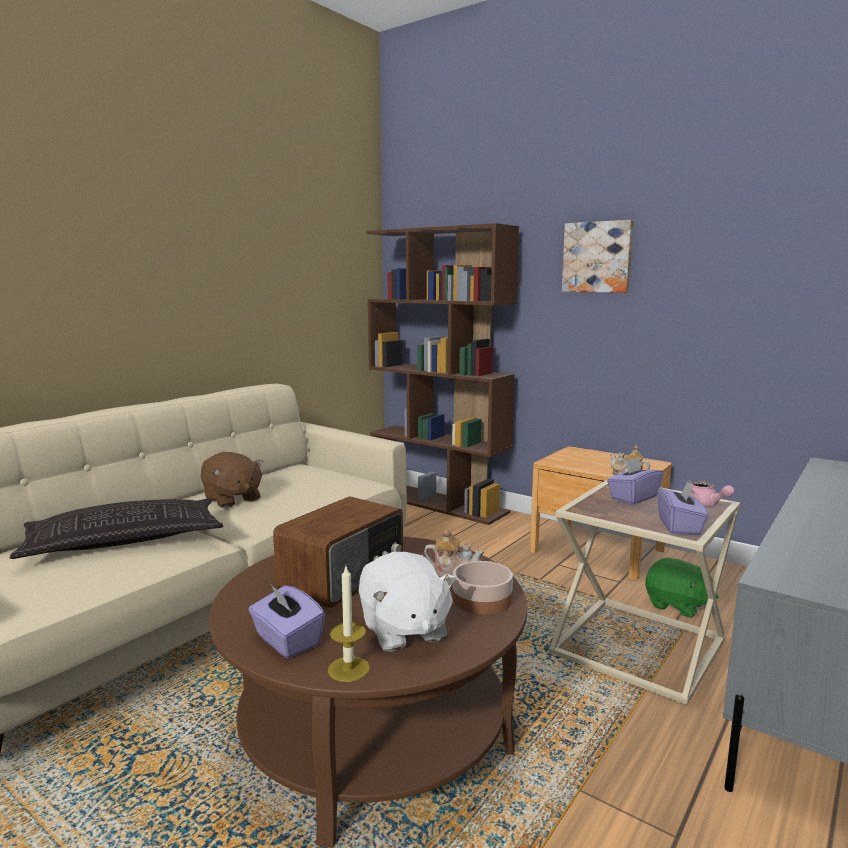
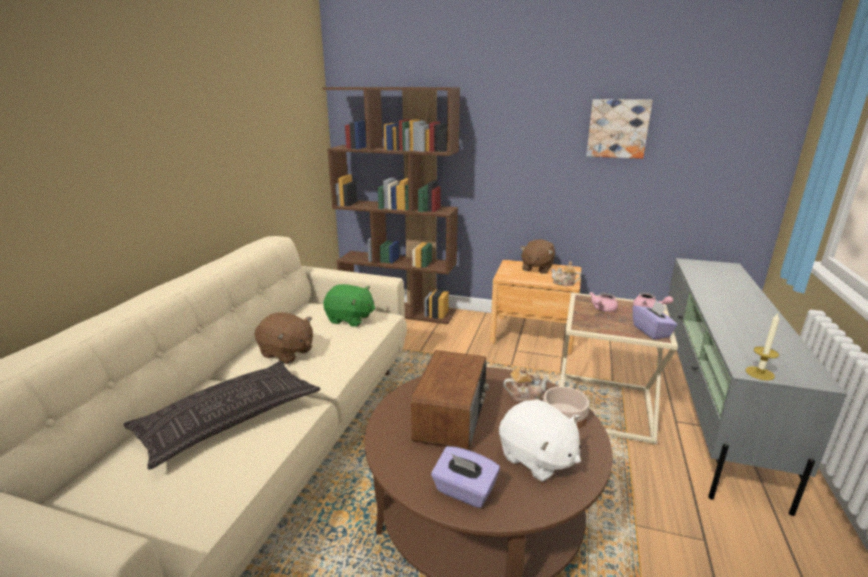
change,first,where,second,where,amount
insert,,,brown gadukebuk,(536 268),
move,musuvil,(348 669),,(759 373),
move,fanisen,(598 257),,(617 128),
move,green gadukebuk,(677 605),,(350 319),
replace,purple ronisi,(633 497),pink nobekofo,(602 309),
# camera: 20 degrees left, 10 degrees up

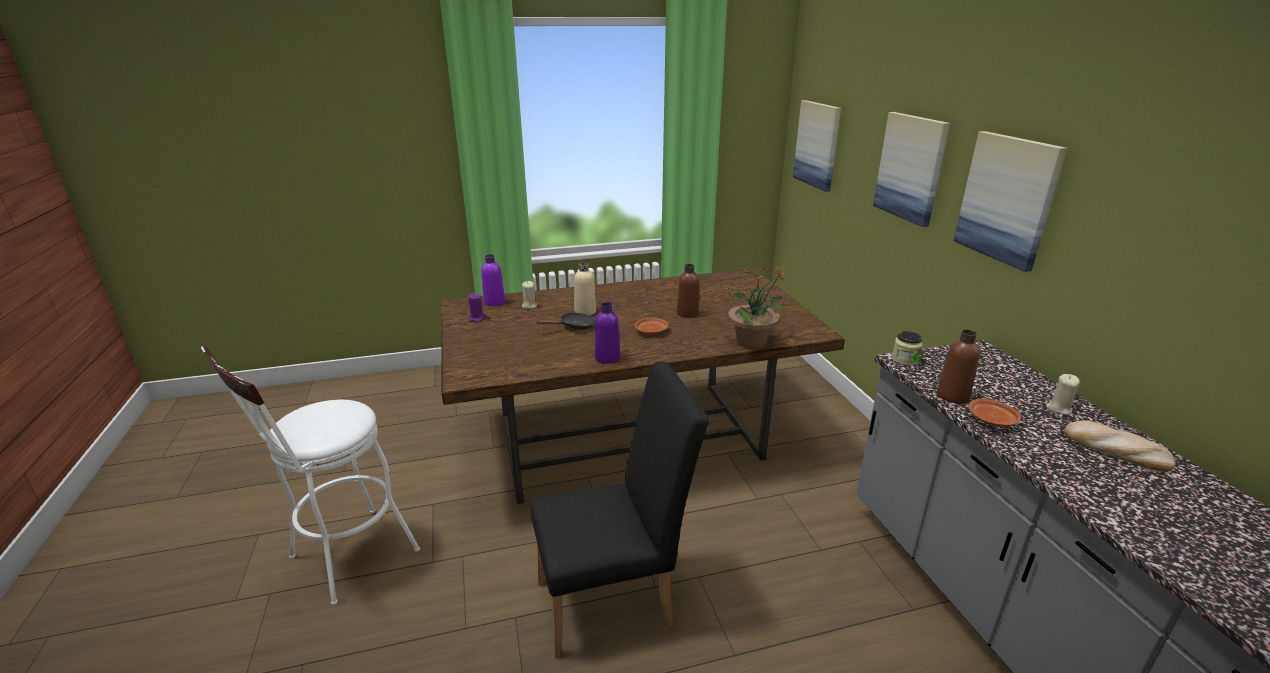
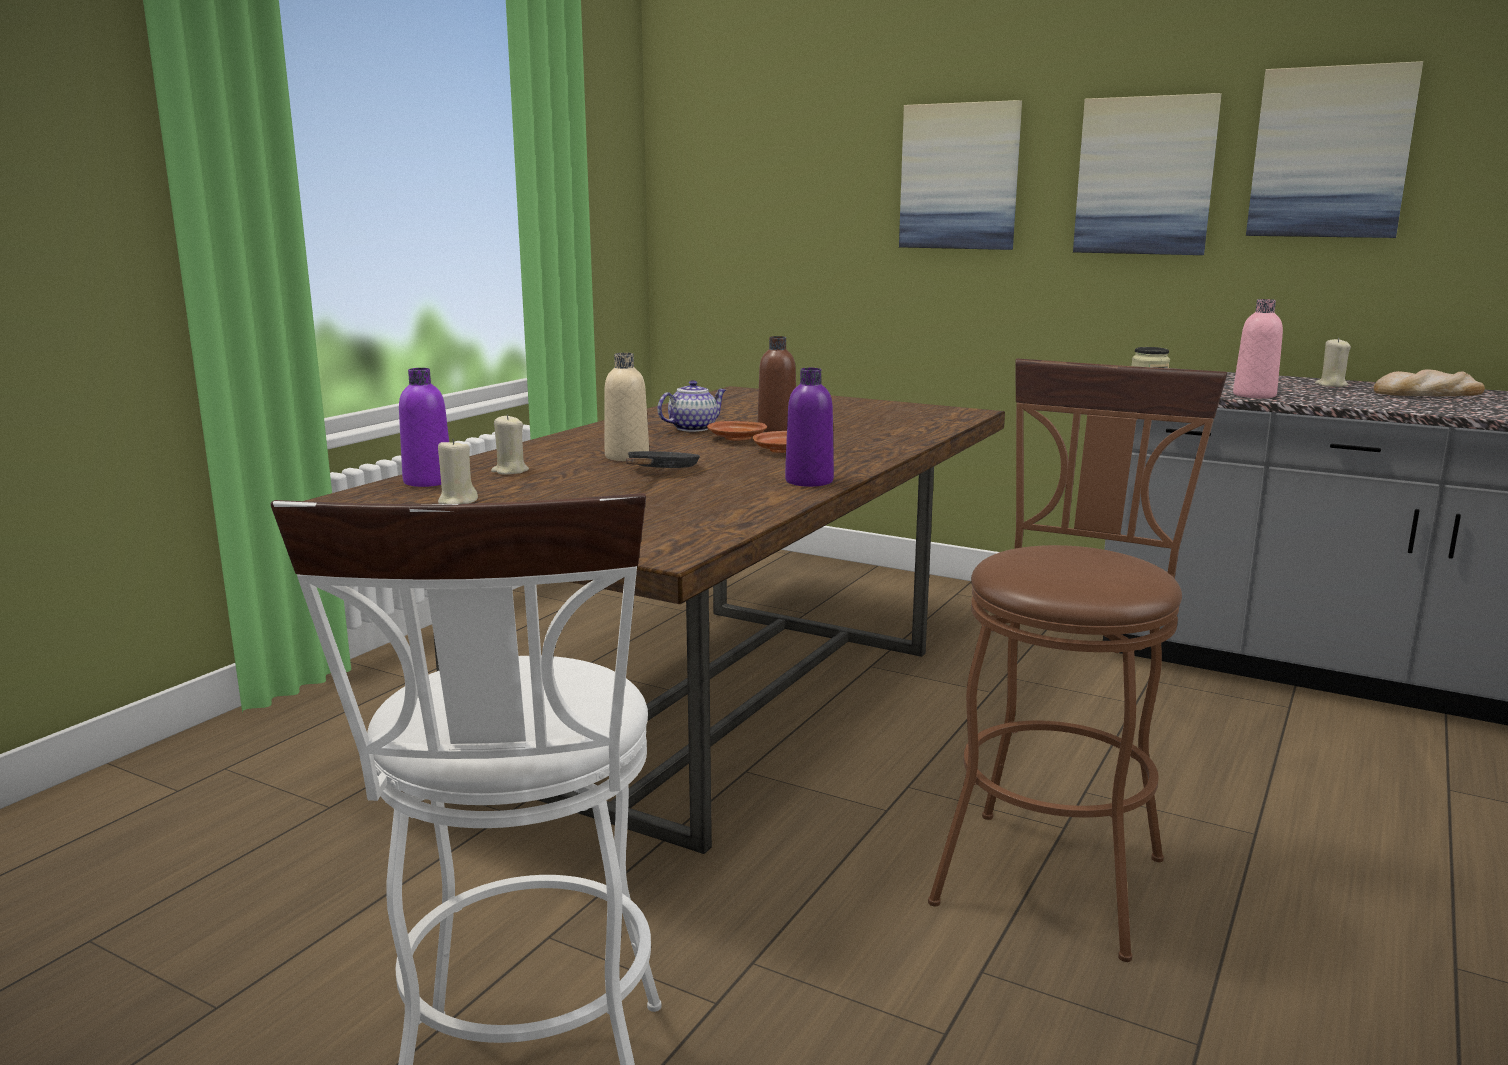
change,first,where,second,where,amount
delete,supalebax,(752 340),,,
insert,,,nobekofo,(693 428),
move,fanisen,(817 144),,(1330 153),
move,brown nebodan,(992 420),,(738 439),
replace,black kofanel,(615 600),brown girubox,(1053 868),
recolor,purple musuvil,(477 318),beige musuvil,(457 501),
recolor,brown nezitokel,(952 396),pink nezitokel,(1254 395),
# camera: 45 degrees left, 10 degrees down

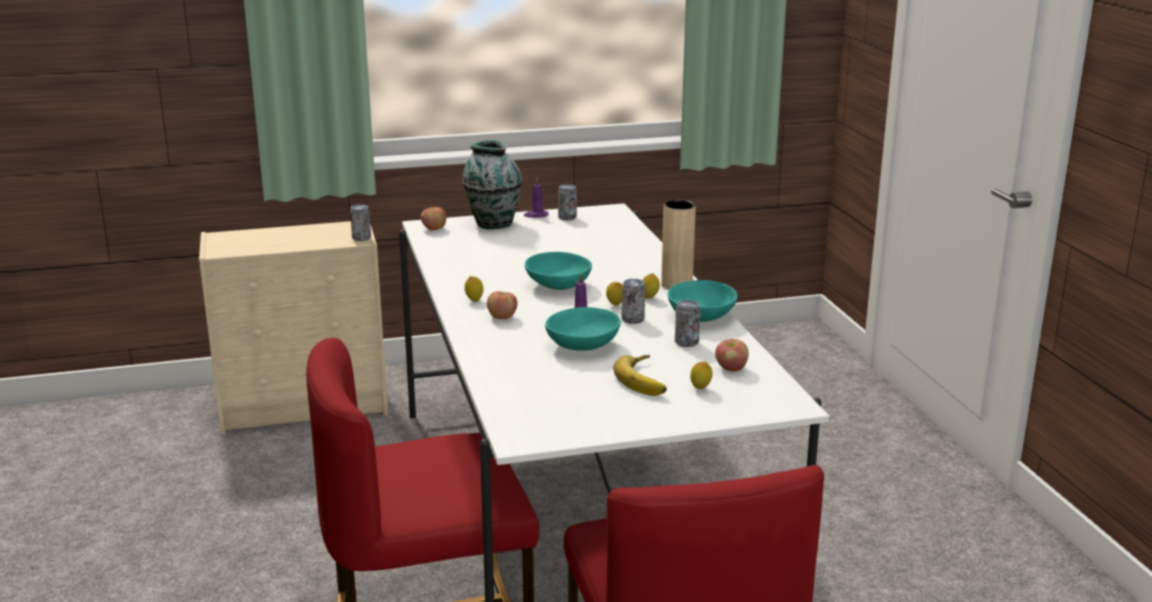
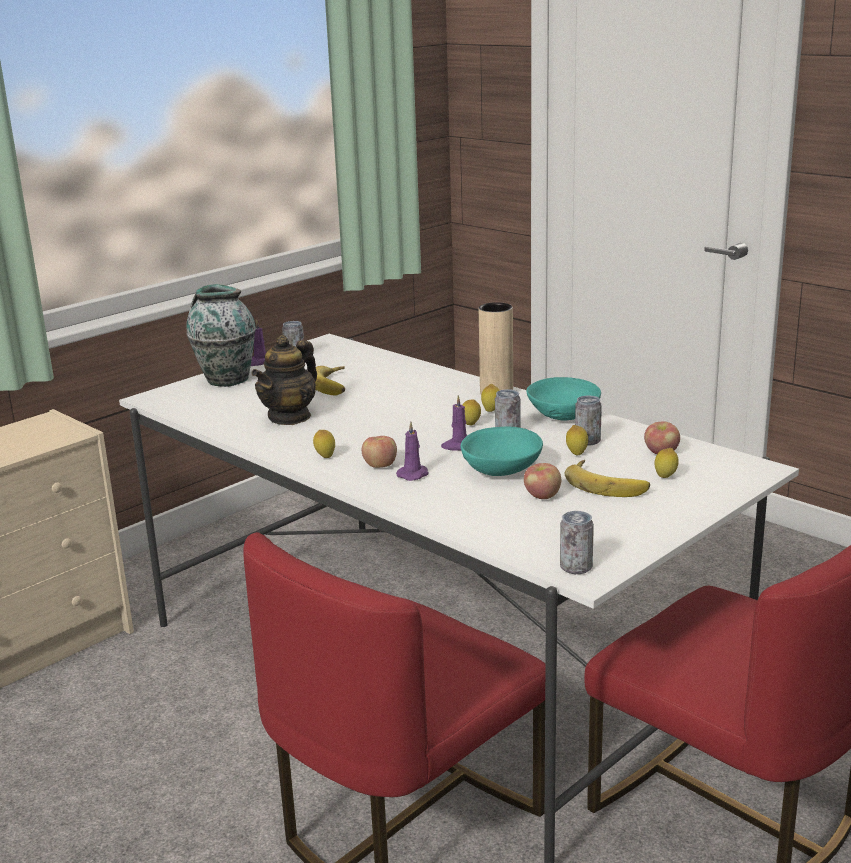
change,first,where,second,where,amount
delete,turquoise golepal,(559 285),,,
insert,,,nobekofo,(289 417),
insert,,,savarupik,(335 385),
insert,,,purple musuvil,(414 474),
insert,,,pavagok,(576 454),
move,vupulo,(361 238),,(576 567),
move,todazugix,(434 229),,(542 496),
# camera: 30 degrees left, 0 degrees up

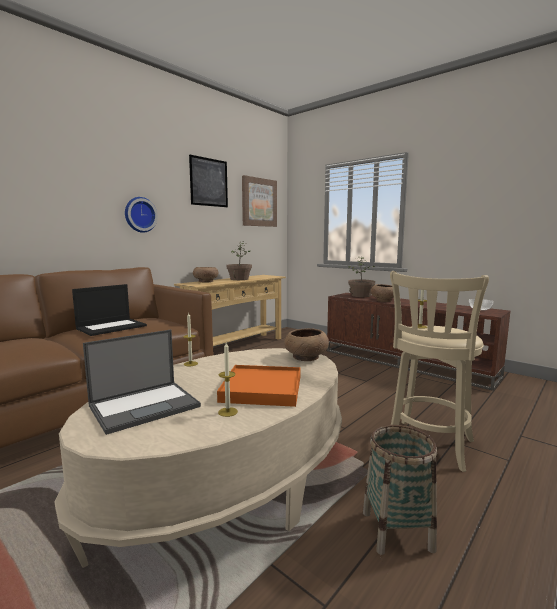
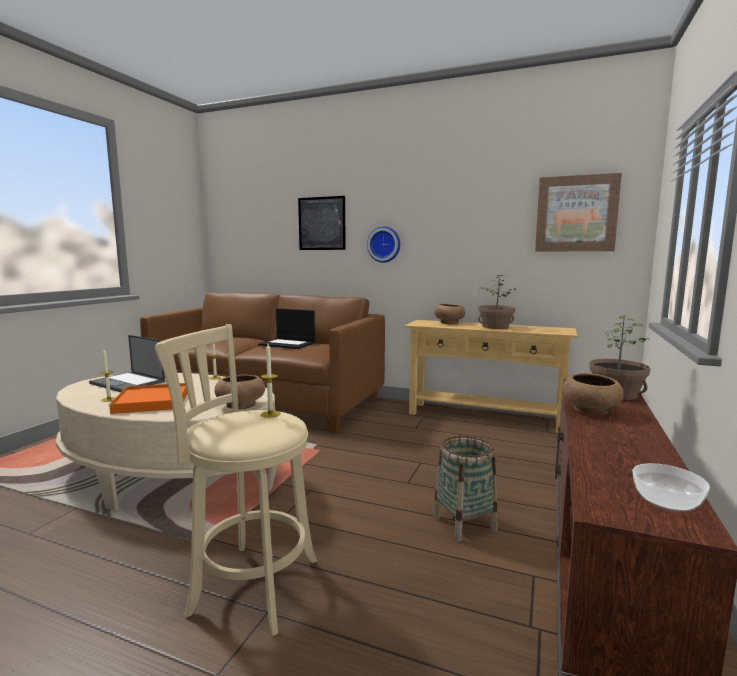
change,first,where,second,where,amount
move,fanisen,(209 182),,(321 223),
move,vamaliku,(397 530),,(464 523),
# camera: 70 degrees right, 0 degrees up

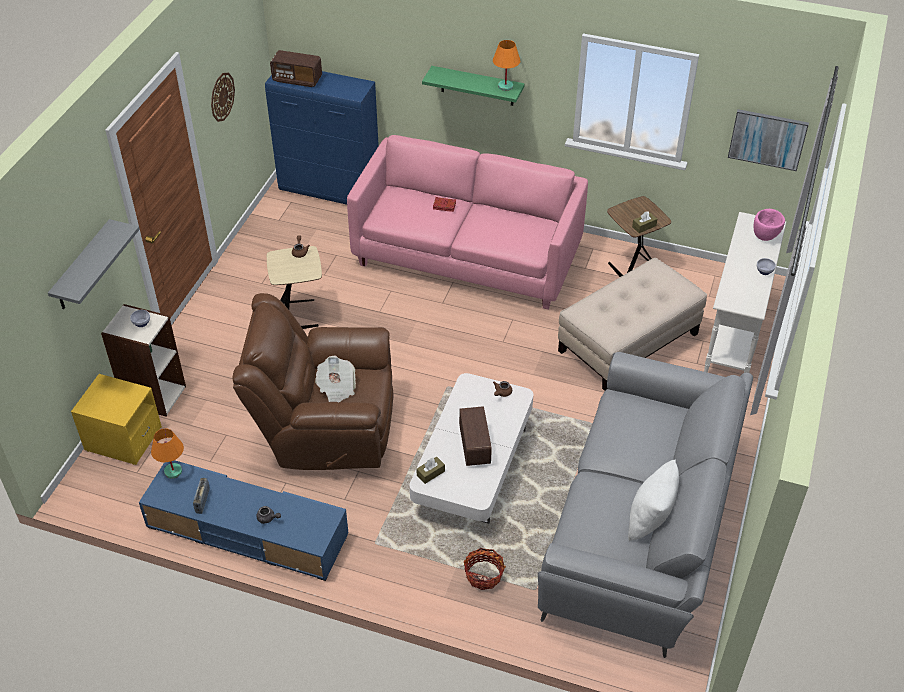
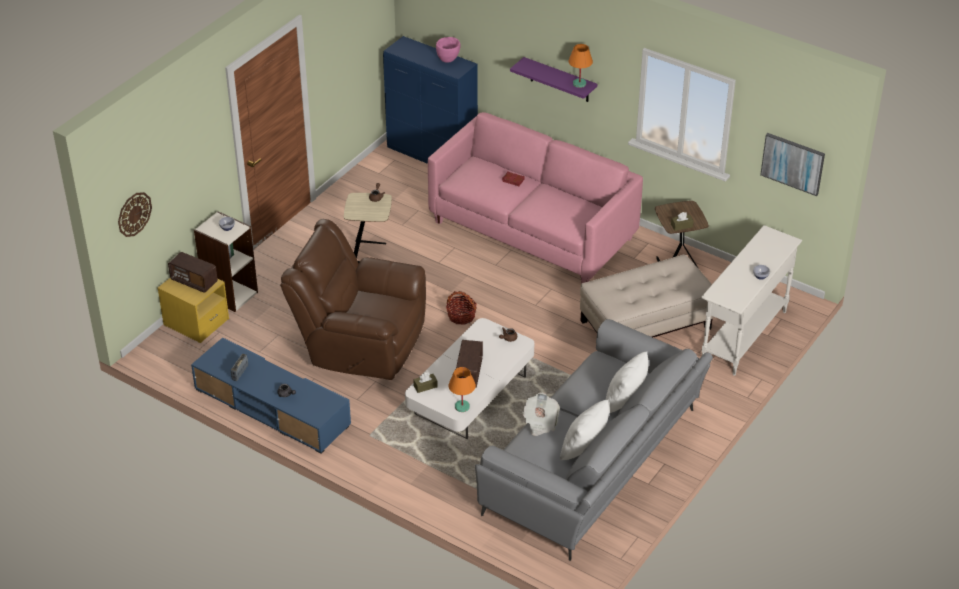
change,first,where,second,where,amount
delete,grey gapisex,(83 267),,,
insert,,,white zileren,(625 401),
move,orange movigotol,(172 471),,(462 406),
move,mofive,(222 96),,(134 214),
move,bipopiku,(297 79),,(194 281),
move,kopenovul,(336 388),,(540 422),
move,vamaliku,(483 575),,(461 316),
move,pink golepal,(765 236),,(448 60),
recolor,green gapisex,(477 86),purple gapisex,(559 80),
# camera: 15 degrees right, 5 degrees down

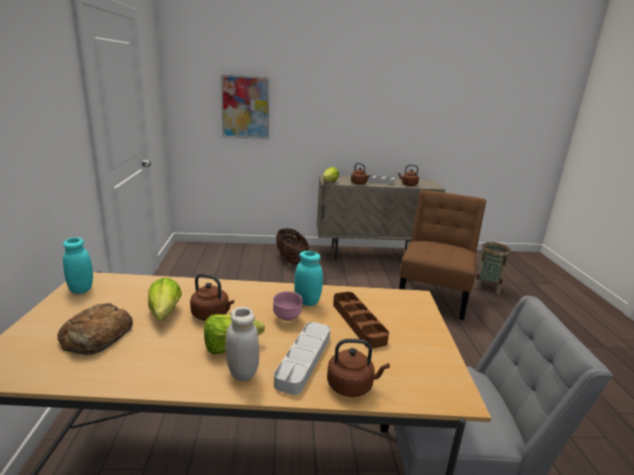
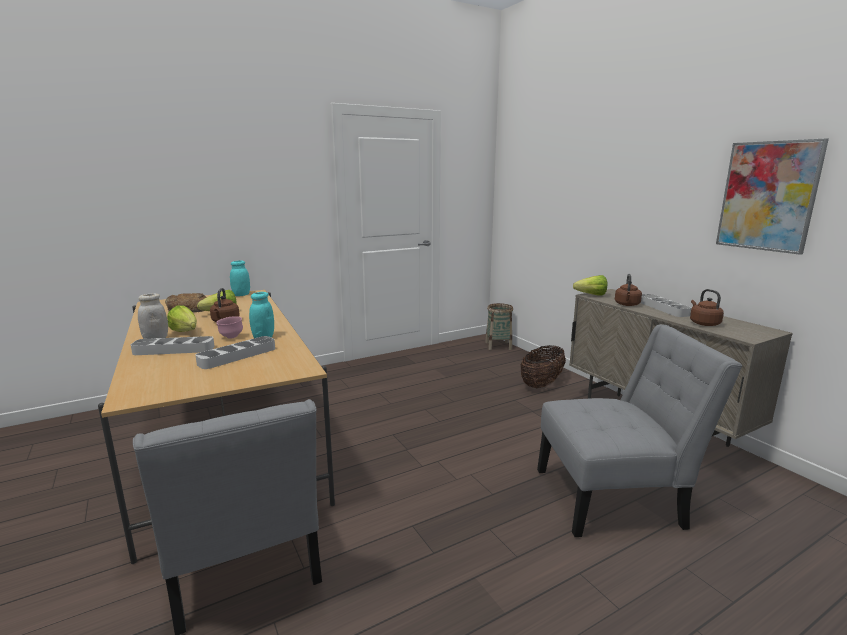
change,first,where,second,where,amount
delete,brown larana,(352 386),,,
move,fanisen,(245 107),,(767 196),
move,vamaliku,(487 286),,(498 346),
recolor,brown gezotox,(358 322),grey gezotox,(237 356),
recolor,brown kofanel,(434 295),grey kofanel,(615 497),
# camera: 65 degrees right, 5 degrees down

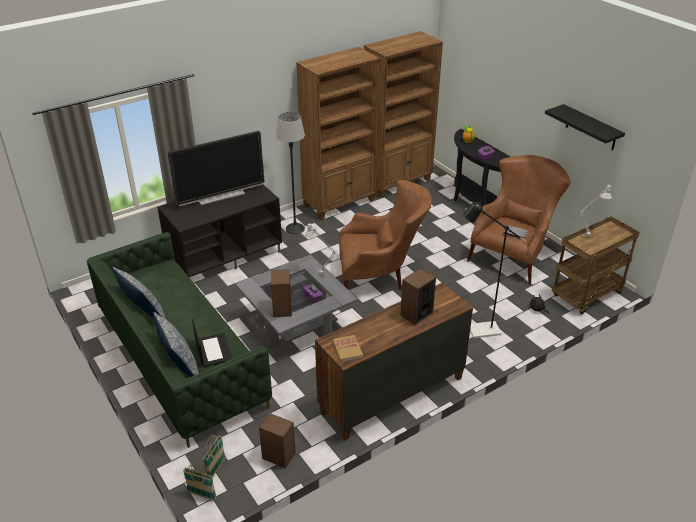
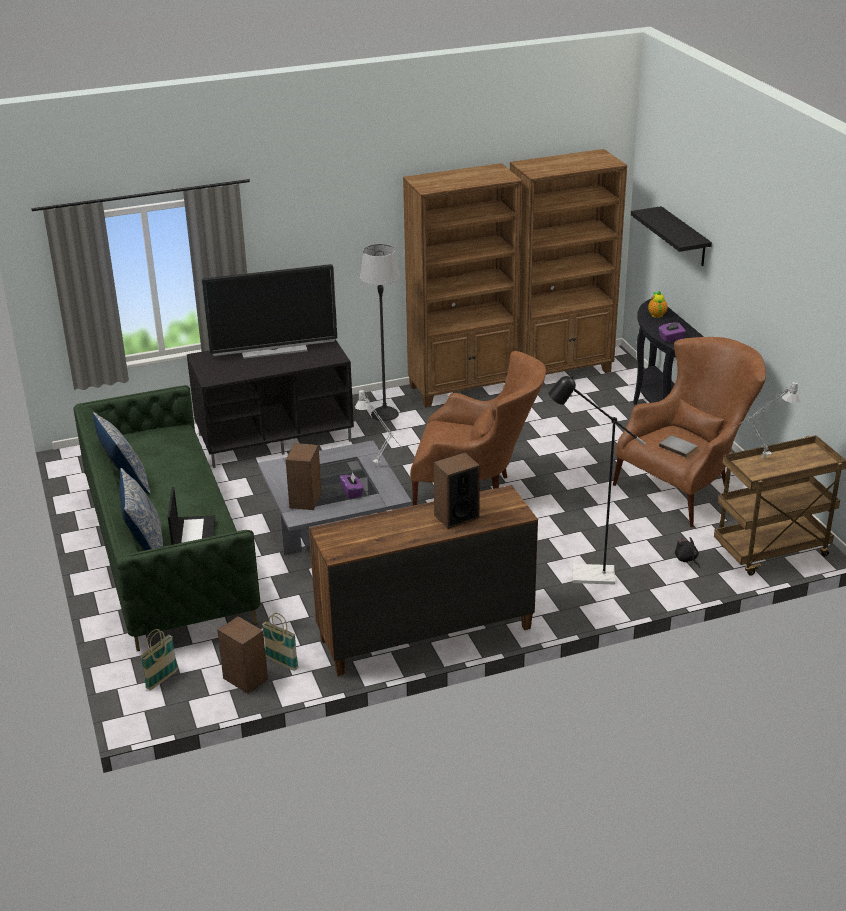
change,first,where,second,where,amount
delete,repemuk,(347 349),,,
move,vamaliku,(201 495),,(281 663),
move,black gapisex,(591 128),,(684 237),
# camera: 15 degrees right, 5 degrees down

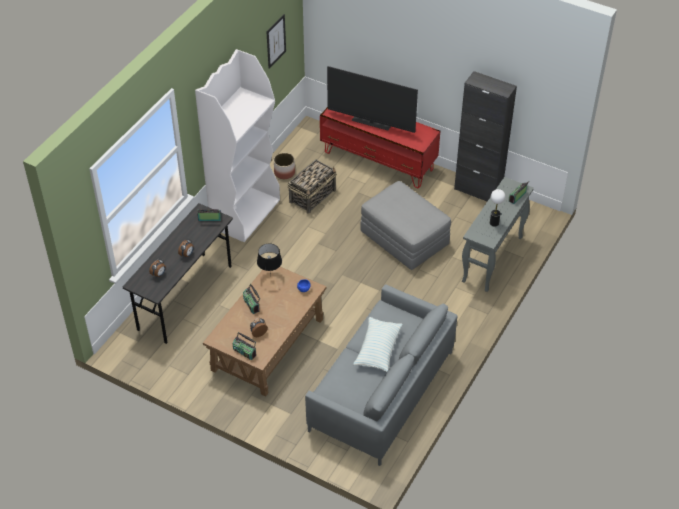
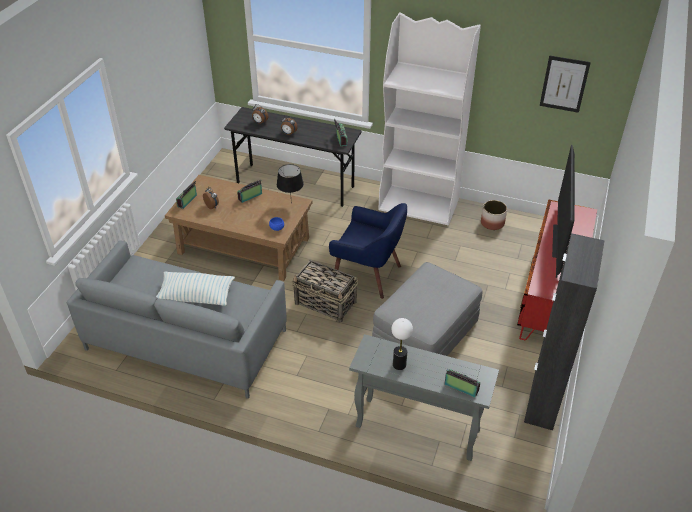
change,first,where,second,where,amount
insert,,,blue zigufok,(368 274),
move,vamaliku,(313 196),,(326 303),
# camera: 80 degrees right, 5 degrees down

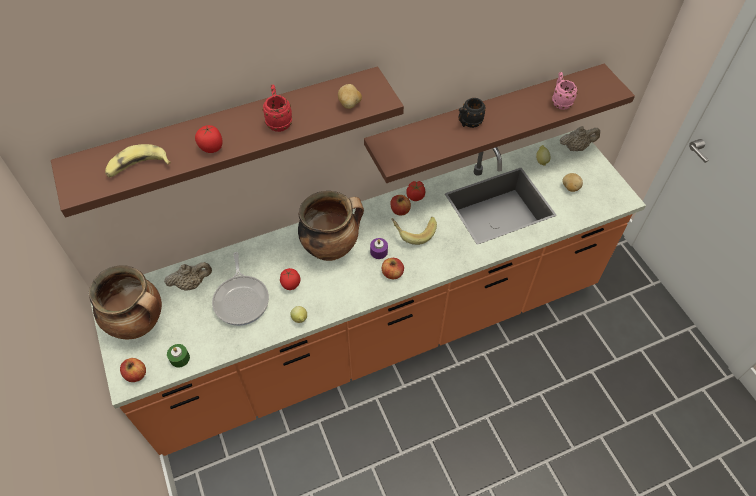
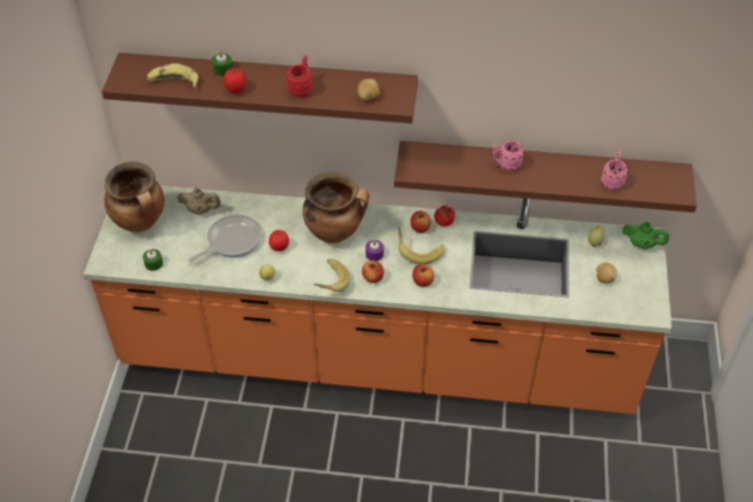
change,first,where,second,where,amount
insert,,,green musuvil,(223 69),
insert,,,savarupik,(329 283),
move,todazugix,(136 374),,(422 281),
recolor,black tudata,(468 123),pink tudata,(505 165),
recolor,beige nobekofo,(576 147),green nobekofo,(642 244),
rotate,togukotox,(242 299),,(231 241),150 degrees counterclockwise
# camera: 30 degrees right, 5 degrees down

